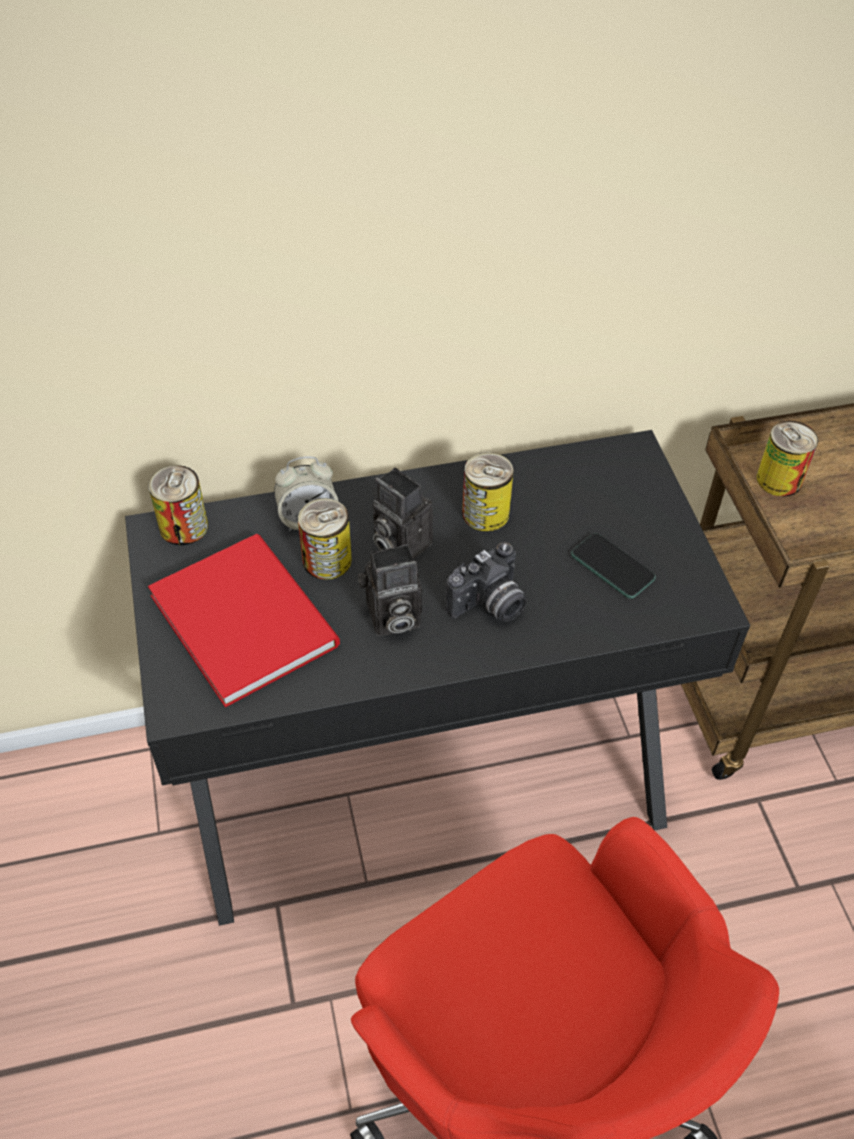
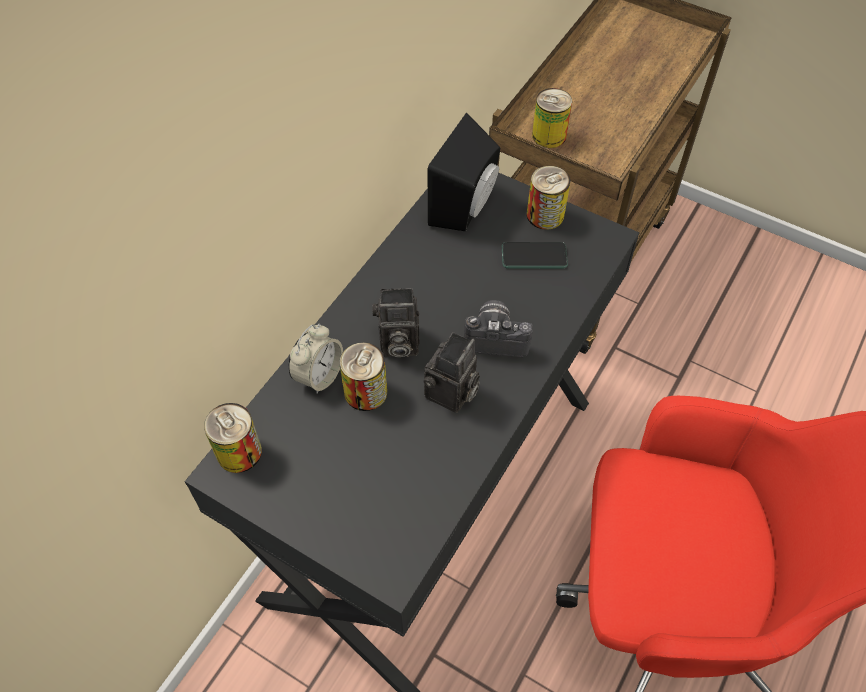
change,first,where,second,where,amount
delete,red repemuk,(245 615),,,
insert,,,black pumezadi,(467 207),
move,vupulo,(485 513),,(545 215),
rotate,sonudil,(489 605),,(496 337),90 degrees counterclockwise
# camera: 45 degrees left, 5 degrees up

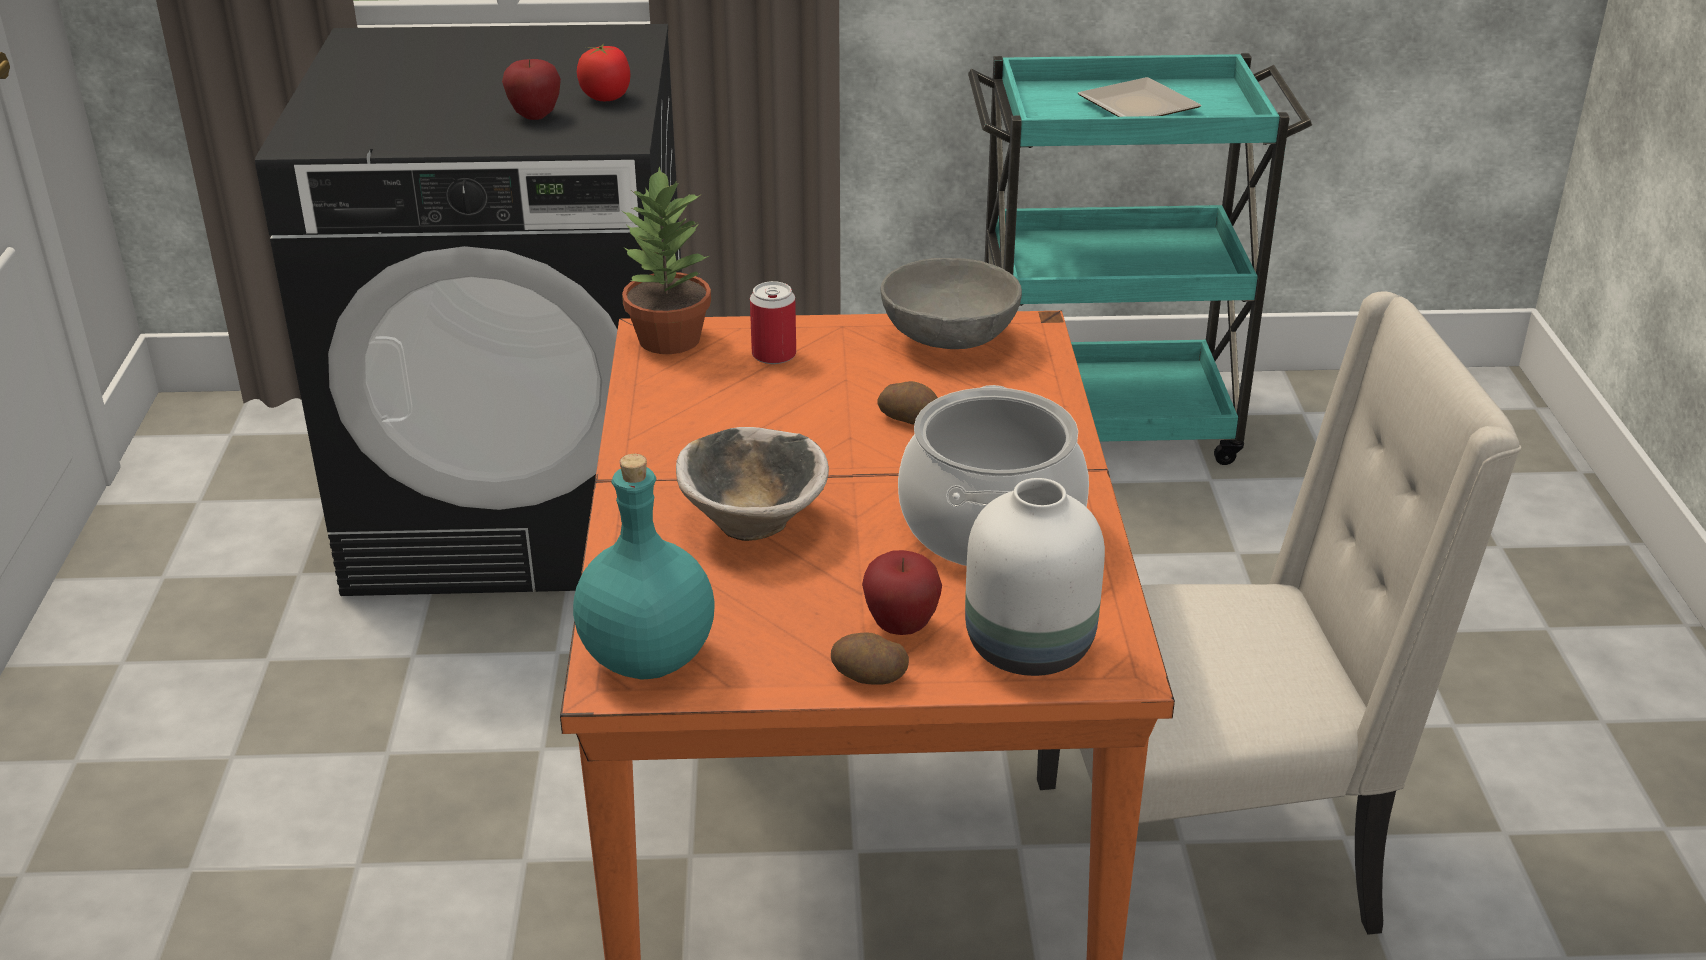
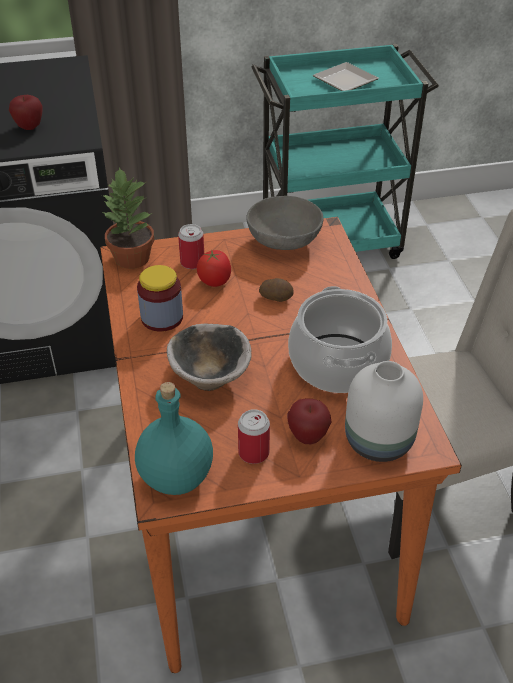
change,first,where,second,where,amount
delete,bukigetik,(868 677),,,
insert,,,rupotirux,(162 318),
insert,,,vupulo,(253 453),
move,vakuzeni,(606 98),,(215 281),
# camera: 10 degrees left, 10 degrees up

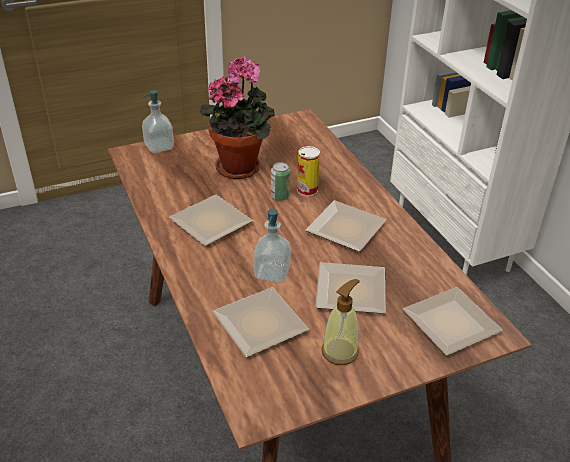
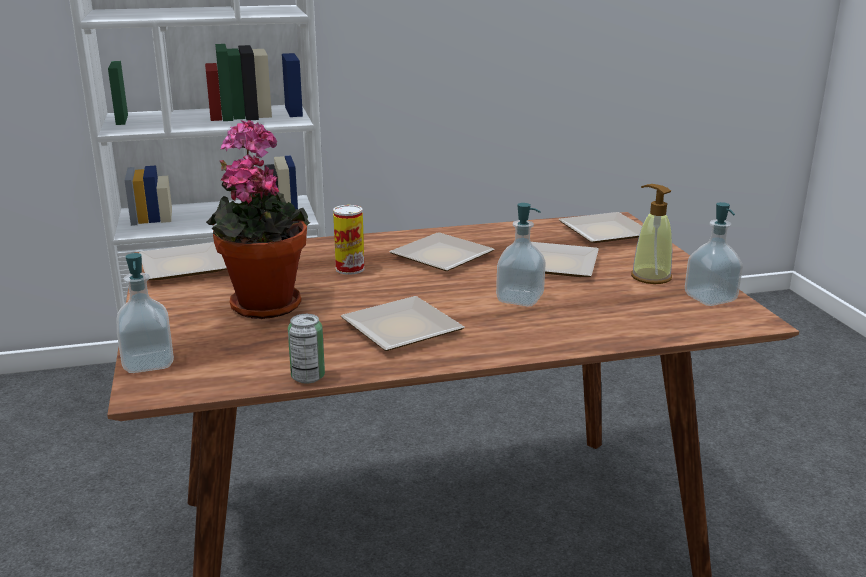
change,first,where,second,where,amount
insert,,,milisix,(710 298),
move,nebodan,(259 327),,(187 267),
move,vupulo,(280 196),,(308 377),
# camera: 80 degrees left, 15 degrees down

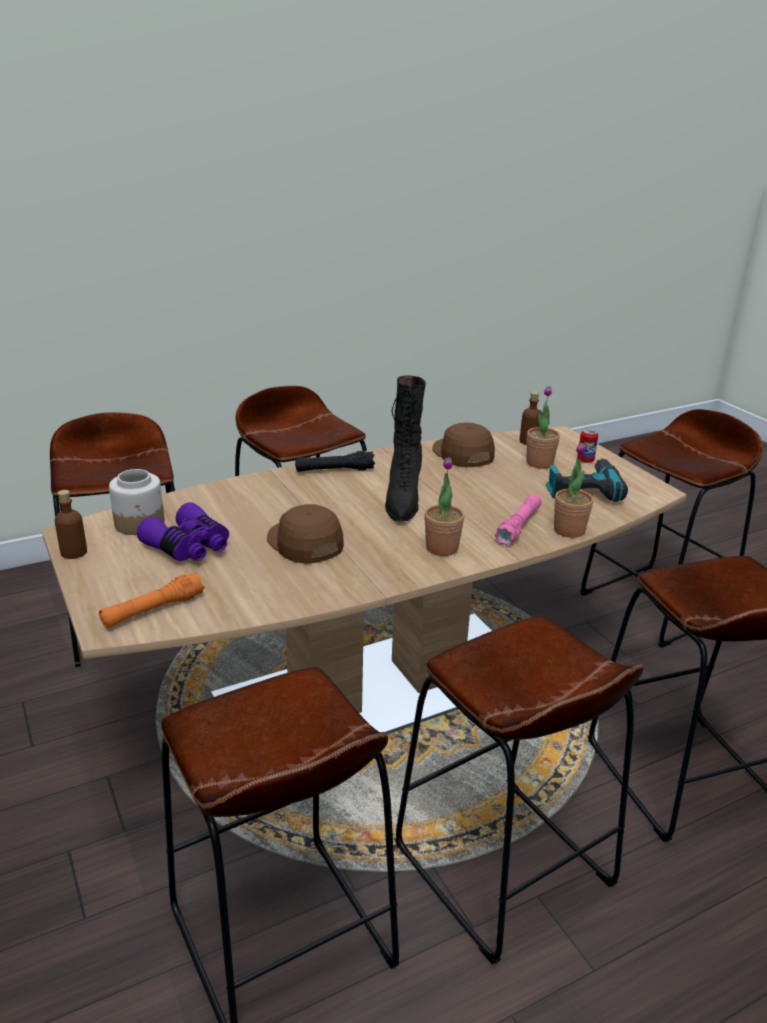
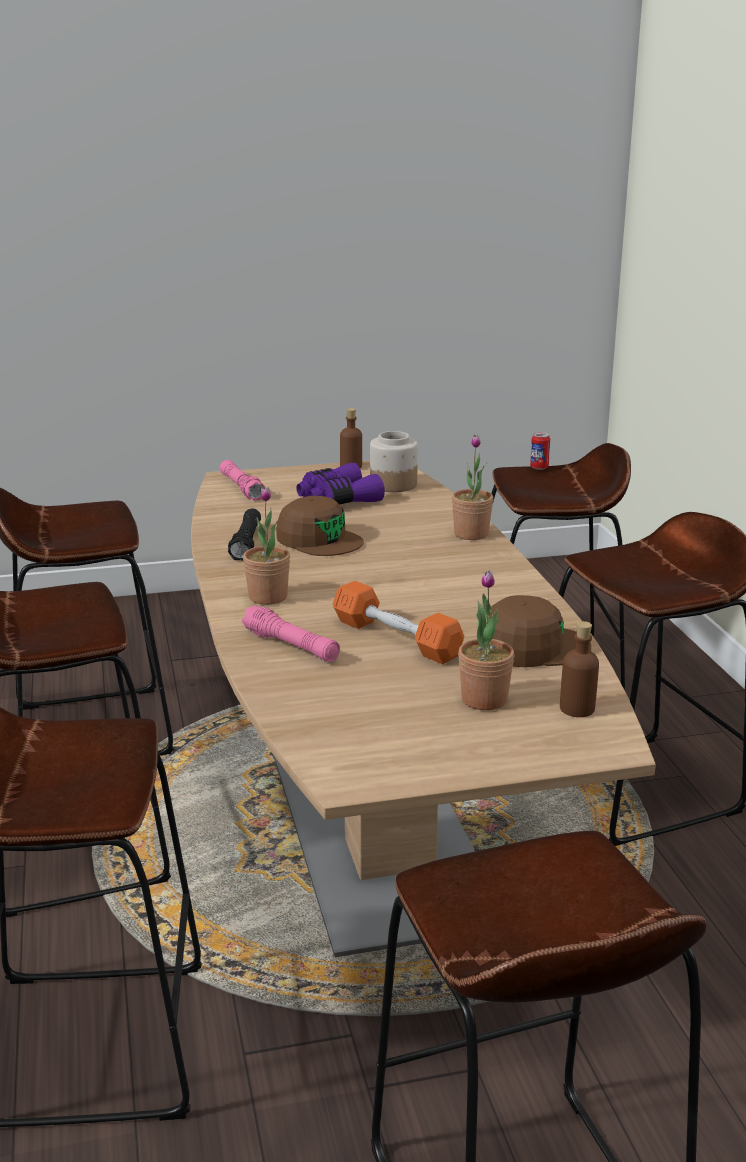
change,first,where,second,where,amount
delete,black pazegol,(402 500),,,
delete,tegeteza,(582 489),,,
insert,,,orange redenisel,(396 638),
move,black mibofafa,(334 470),,(246 543),
move,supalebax,(569 530),,(471 534),
move,vupulo,(585 460),,(539 467),
recolor,orange mibofafa,(153 610),pink mibofafa,(241 488),
rotate,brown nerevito,(305 542),,(319 540),60 degrees clockwise
# camera: 105 degrees right, 5 degrees down

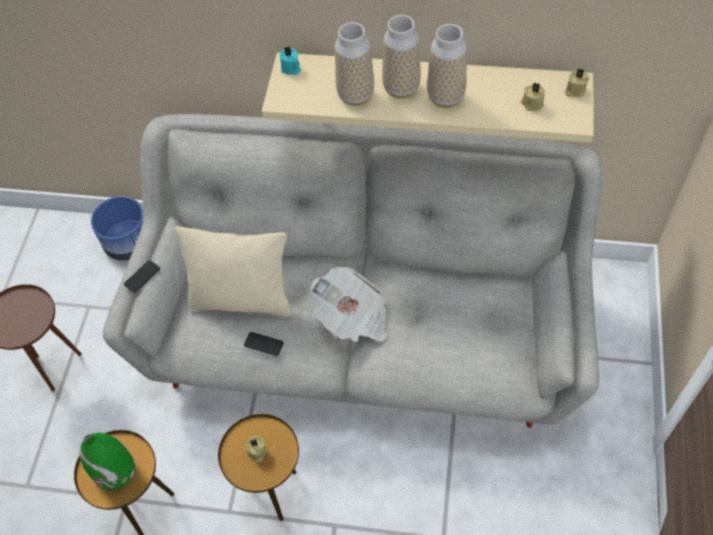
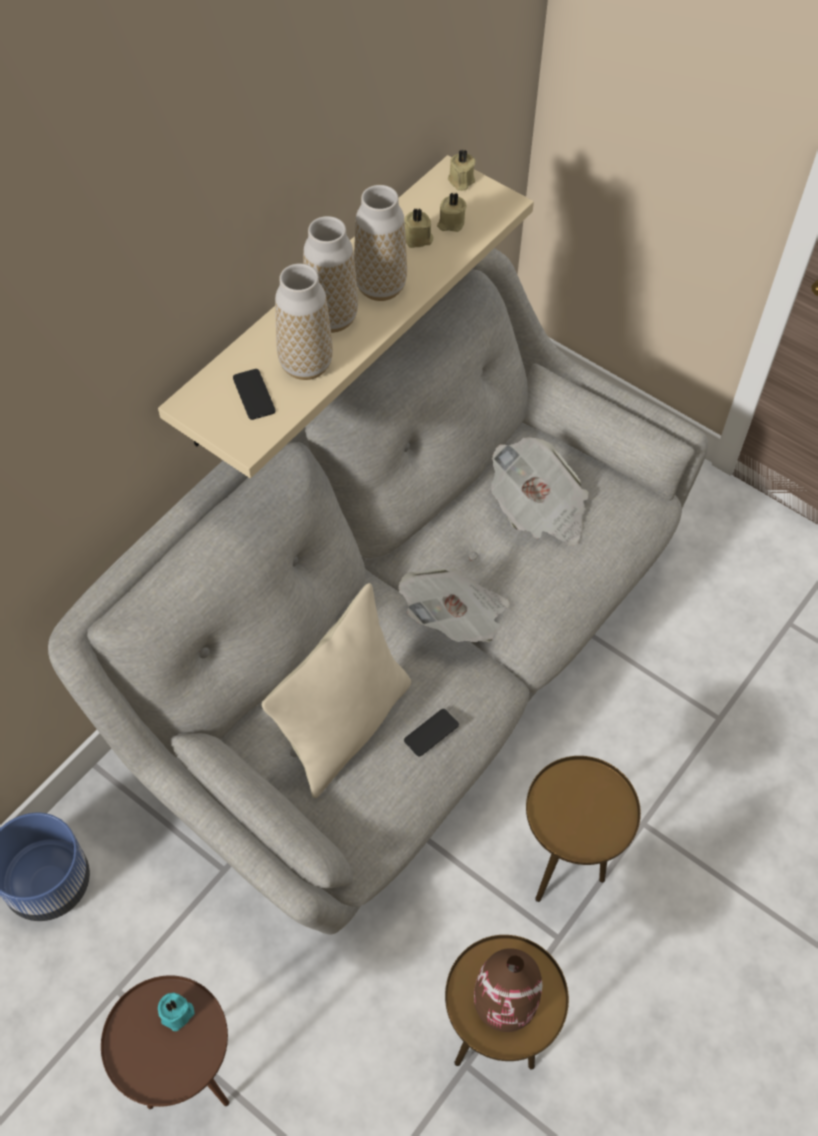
change,first,where,second,where,amount
insert,,,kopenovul,(538 509),
move,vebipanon,(142 276),,(254 395),
move,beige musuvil,(257 452),,(418 239),
move,turquoise musuvil,(291 68),,(178 1014),
recolor,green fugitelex,(114 470),brown fugitelex,(506 999),
# camera: 65 degrees left, 0 degrees up

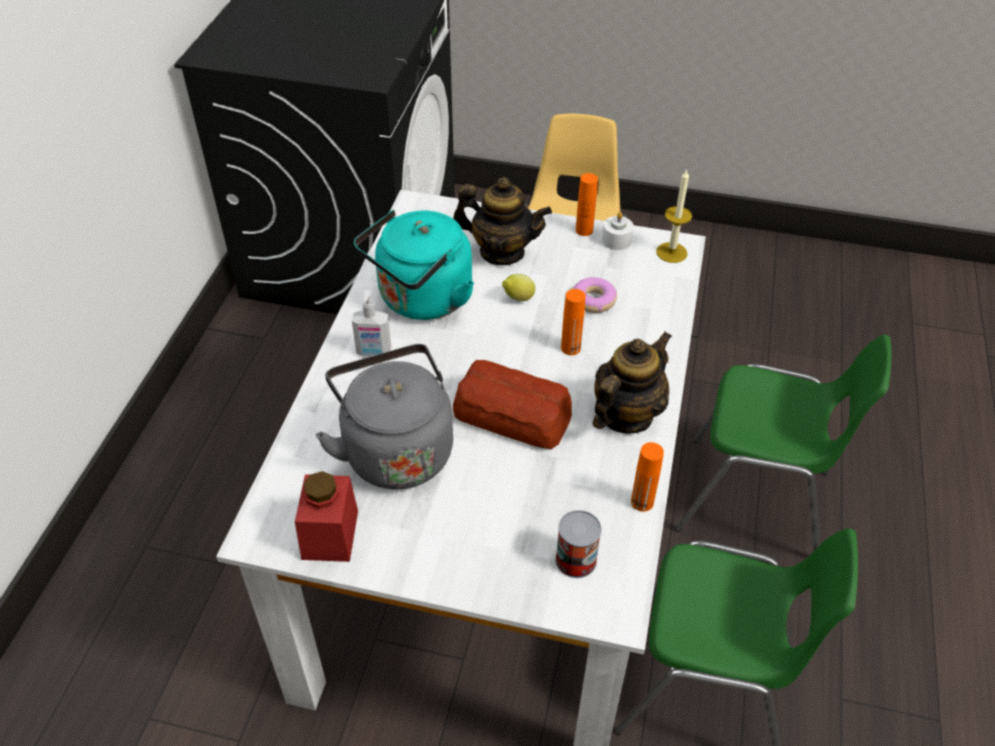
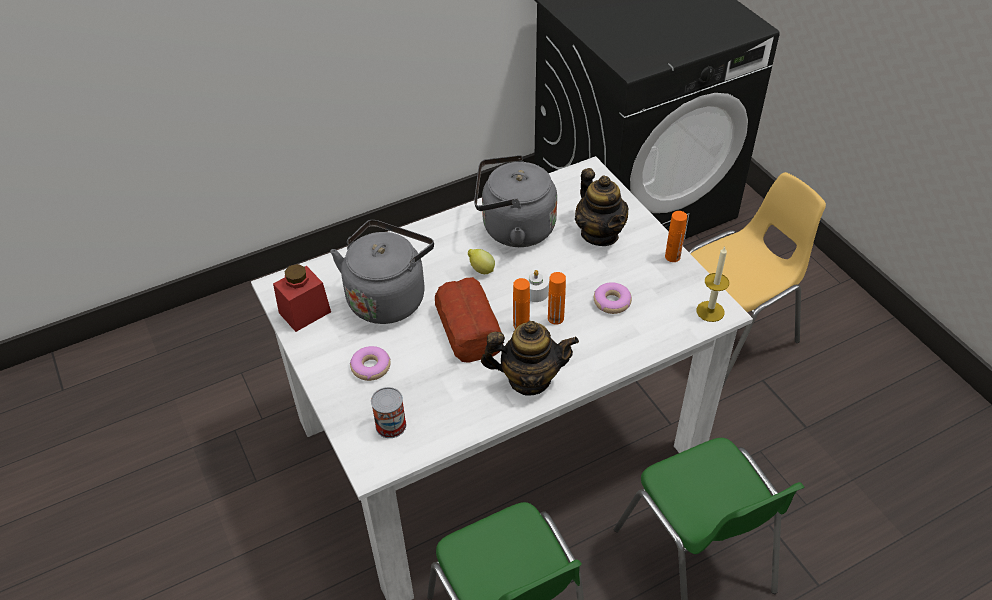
change,first,where,second,where,amount
delete,milisix,(373 352),,,
insert,,,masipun,(371 367),
move,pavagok,(517 299),,(481 270),
move,white musuvil,(616 240),,(535 292),
move,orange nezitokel,(642 502),,(521 324),
recolor,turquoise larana,(421 300),grey larana,(513 229),
# camera: 50 degrees right, 0 degrees up

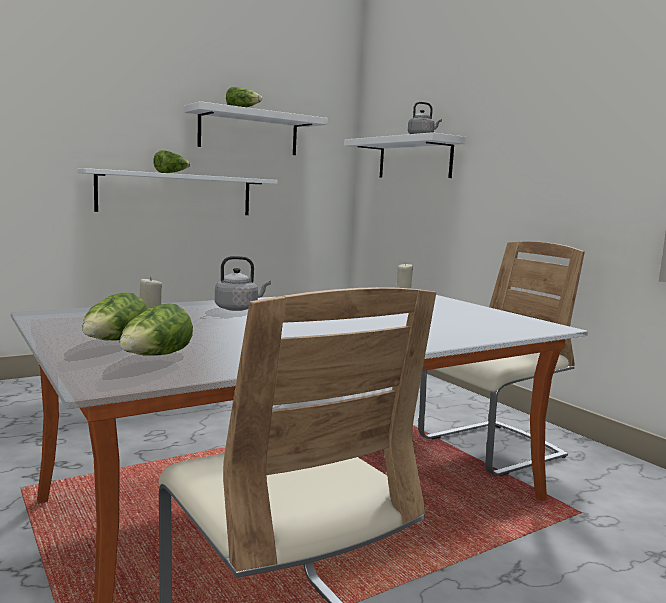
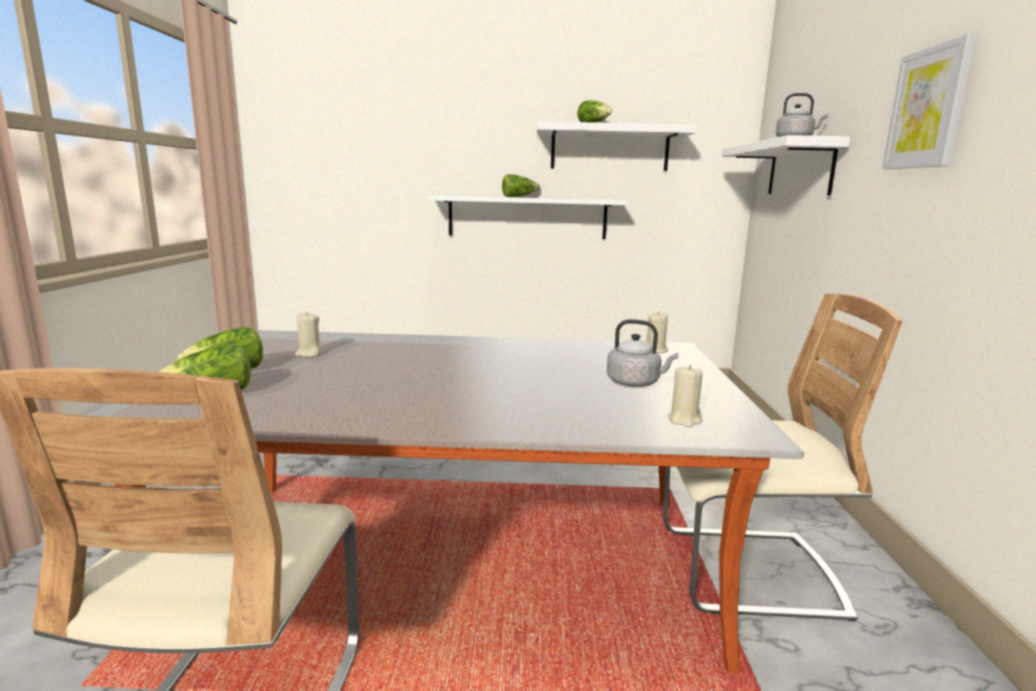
change,first,where,second,where,amount
insert,,,beige musuvil,(684 420),
insert,,,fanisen,(928 108),
move,grey larana,(238 308),,(636 383),
# camera: 35 degrees right, 5 degrees up

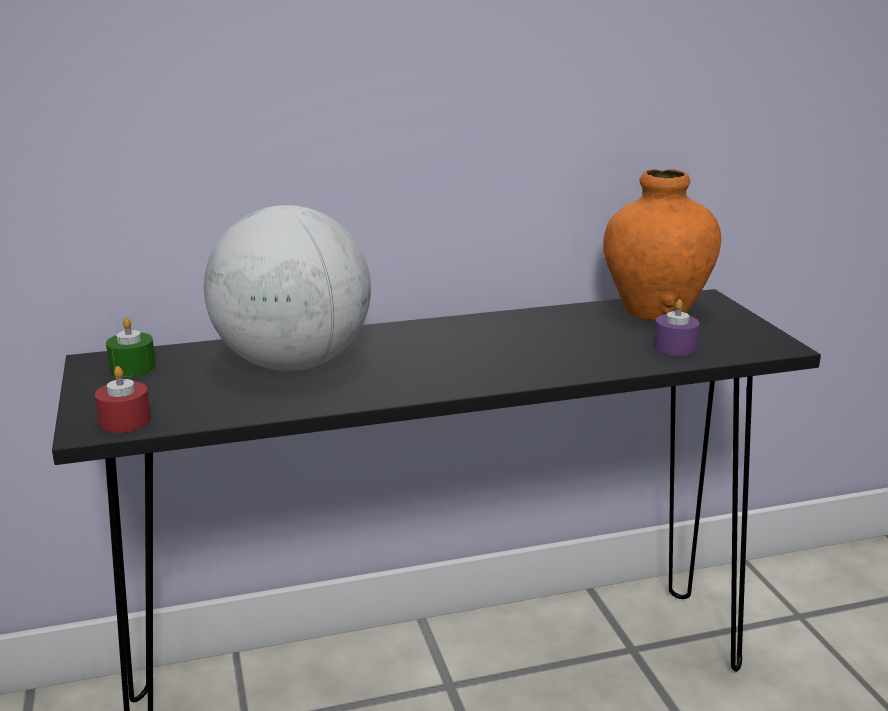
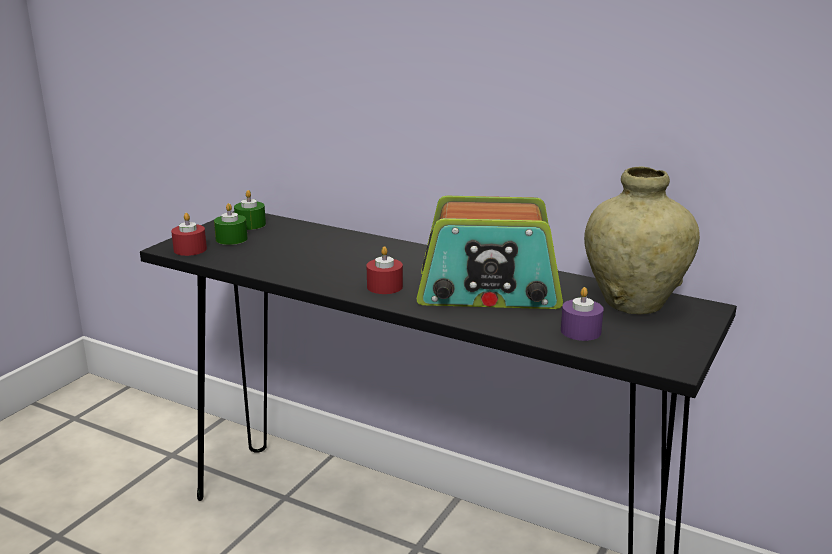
change,first,where,second,where,amount
delete,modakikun,(293 364),,,
insert,,,green musuvil,(231 239),
insert,,,red musuvil,(384 286),
insert,,,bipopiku,(489 292),
recolor,orange fugitelex,(655 311),beige fugitelex,(633 302),
# camera: 45 degrees right, 0 degrees up

